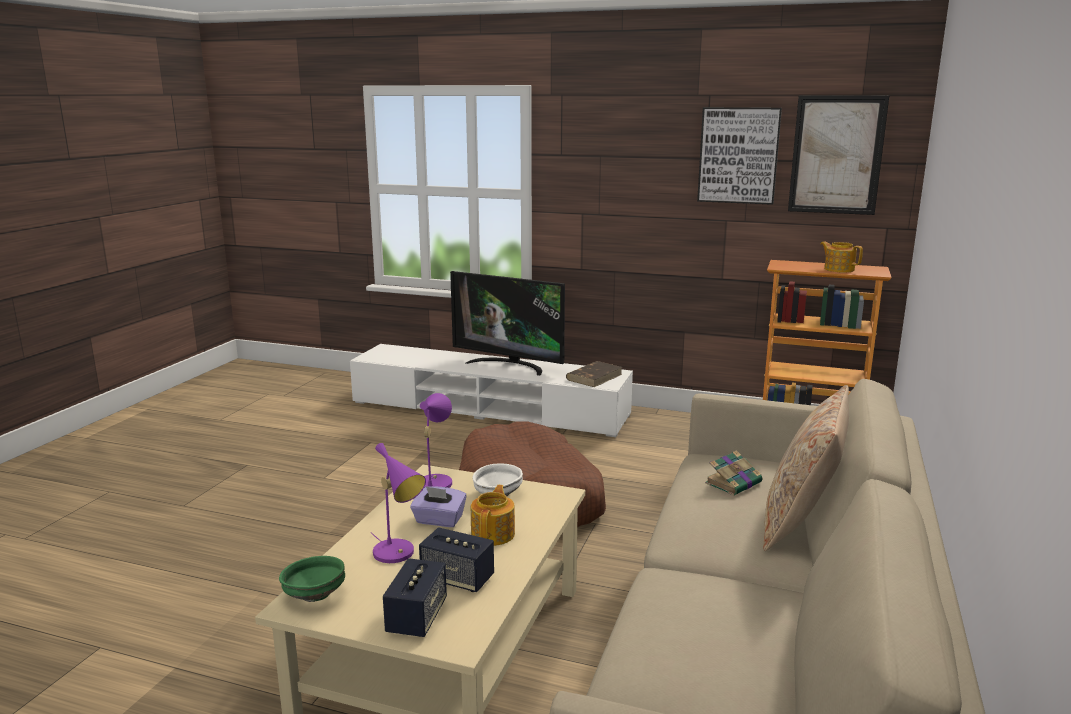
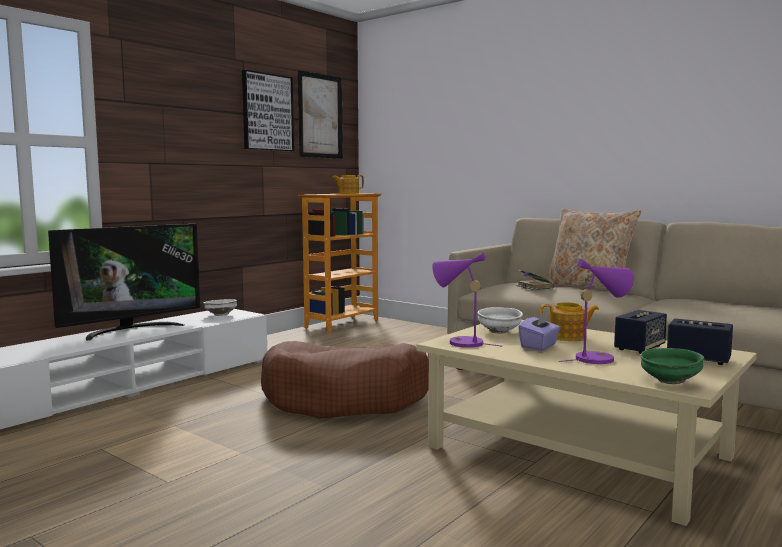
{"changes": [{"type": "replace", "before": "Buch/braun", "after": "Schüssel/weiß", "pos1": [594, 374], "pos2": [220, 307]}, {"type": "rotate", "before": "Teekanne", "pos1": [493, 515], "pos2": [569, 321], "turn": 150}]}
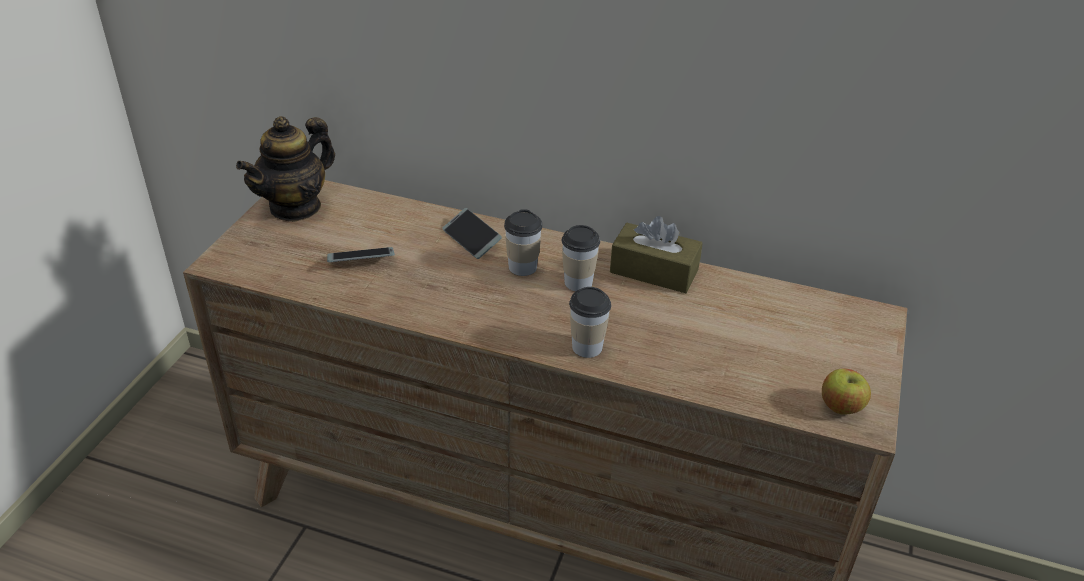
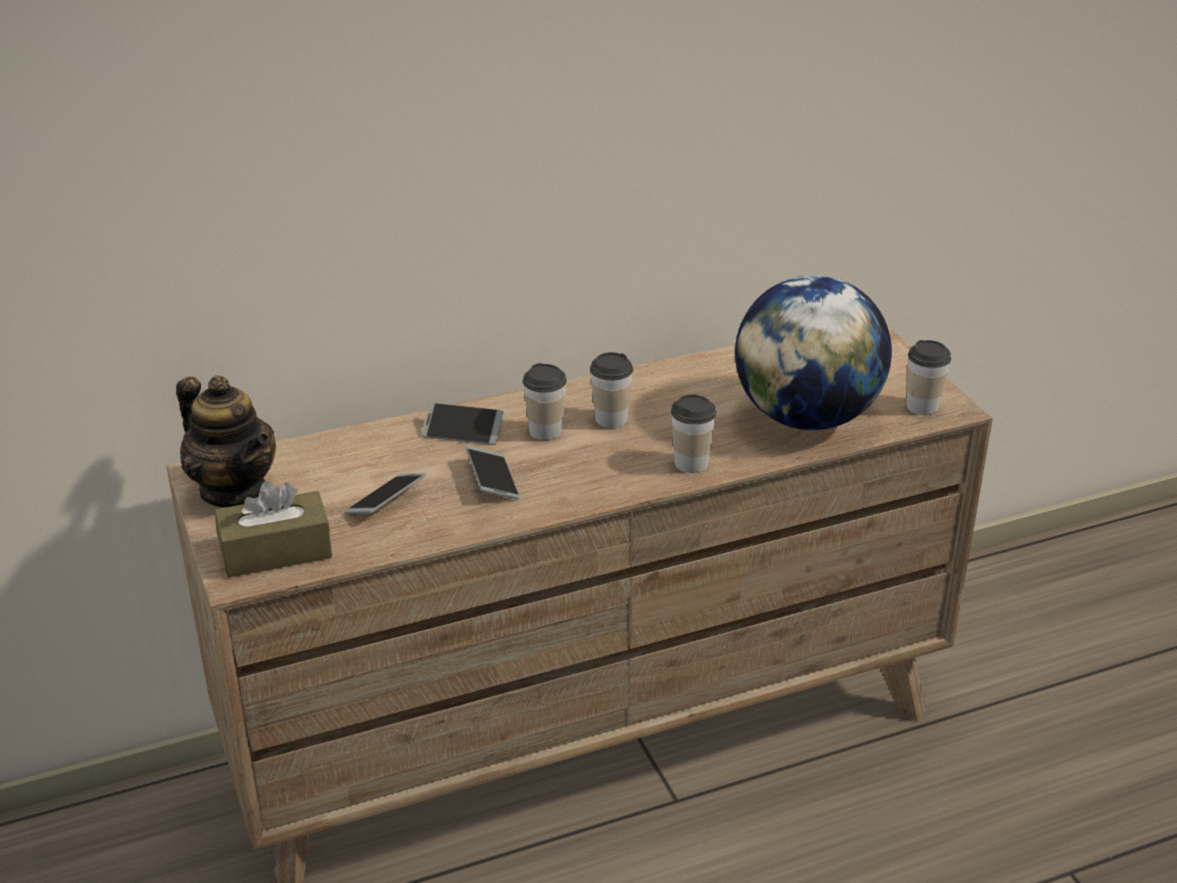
{"changes": [{"type": "insert", "after": "Handy", "pos2": [492, 472]}, {"type": "insert", "after": "Globus", "pos2": [813, 352]}, {"type": "move", "before": "Taschentuchbox/braun", "pos1": [656, 254], "pos2": [273, 529]}, {"type": "replace", "before": "Apfel", "after": "Tasse", "pos1": [846, 392], "pos2": [929, 377]}, {"type": "rotate", "before": "Teekanne", "pos1": [285, 169], "pos2": [226, 441], "turn": -45}]}
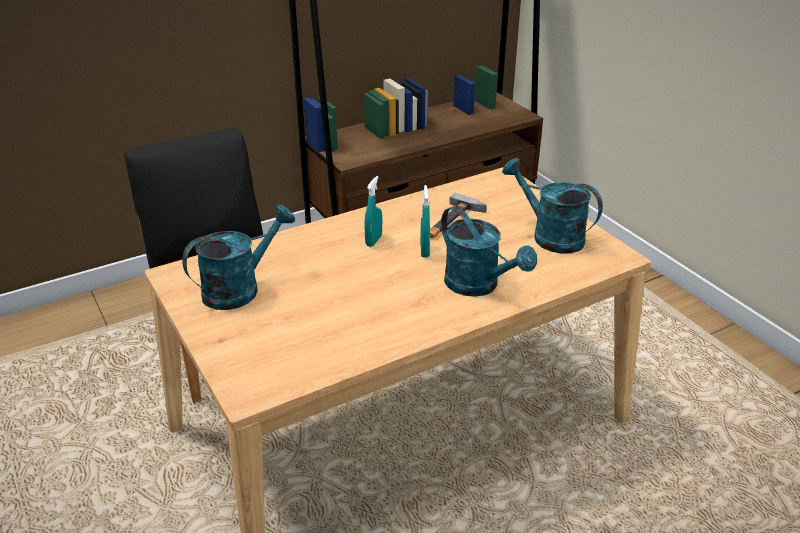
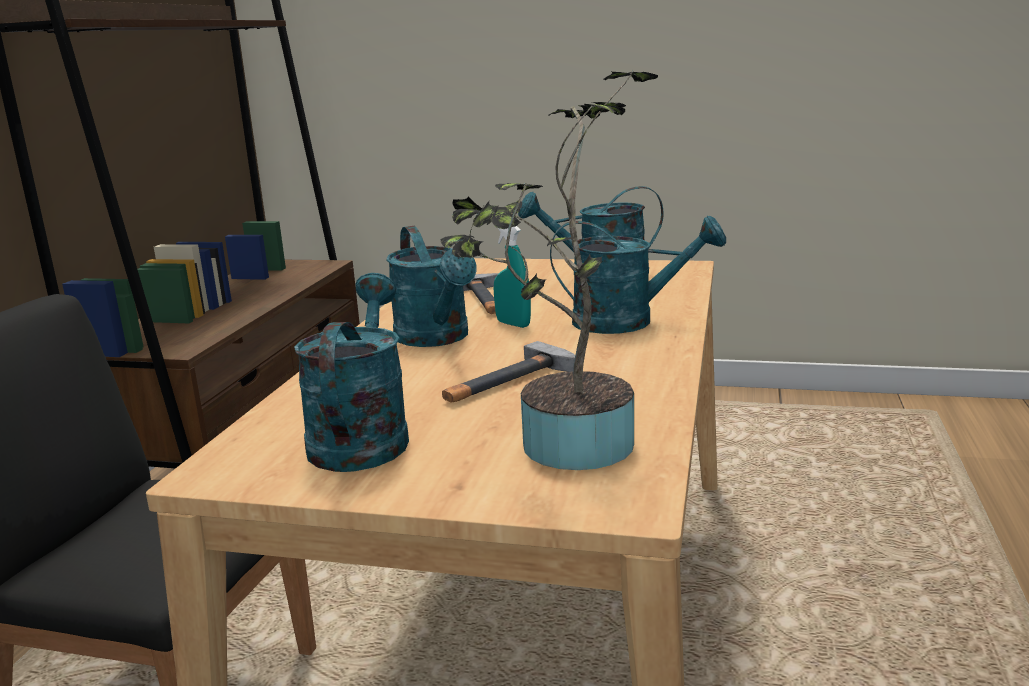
{"changes": [{"type": "insert", "after": "Topfpflanze", "pos2": [549, 269]}, {"type": "insert", "after": "Hammer", "pos2": [508, 372]}, {"type": "replace", "before": "Sprühflasche/türkis", "after": "Gießkanne/türkis", "pos1": [373, 211], "pos2": [431, 286]}]}
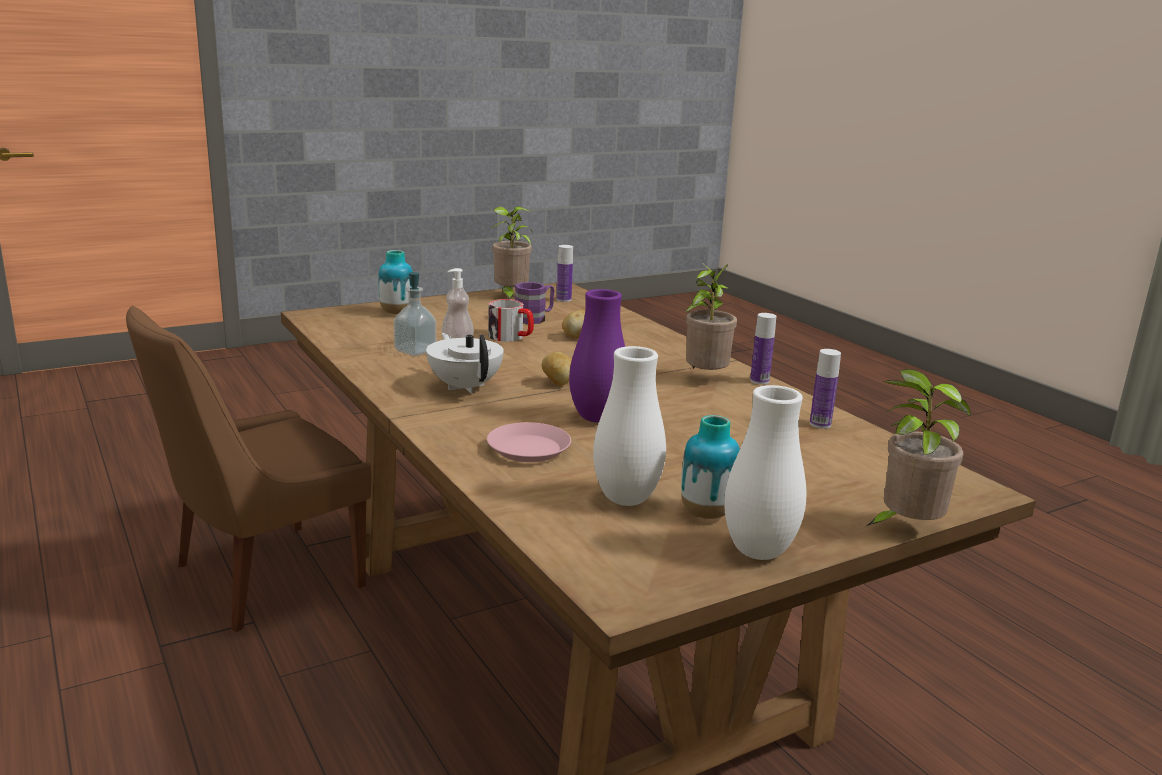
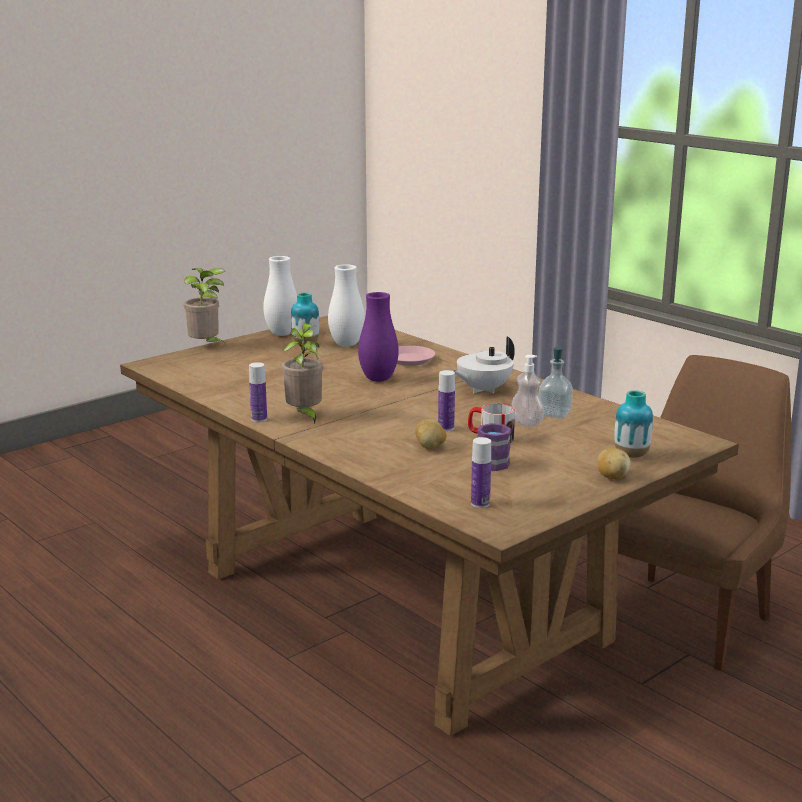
{"changes": [{"type": "delete", "before": "Topfpflanze", "pos1": [512, 252]}, {"type": "move", "before": "Kartoffel", "pos1": [557, 369], "pos2": [614, 463]}, {"type": "move", "before": "Flasche", "pos1": [825, 389], "pos2": [446, 400]}, {"type": "rotate", "before": "Teekanne/weiß", "pos1": [465, 363], "pos2": [483, 365], "turn": 90}]}
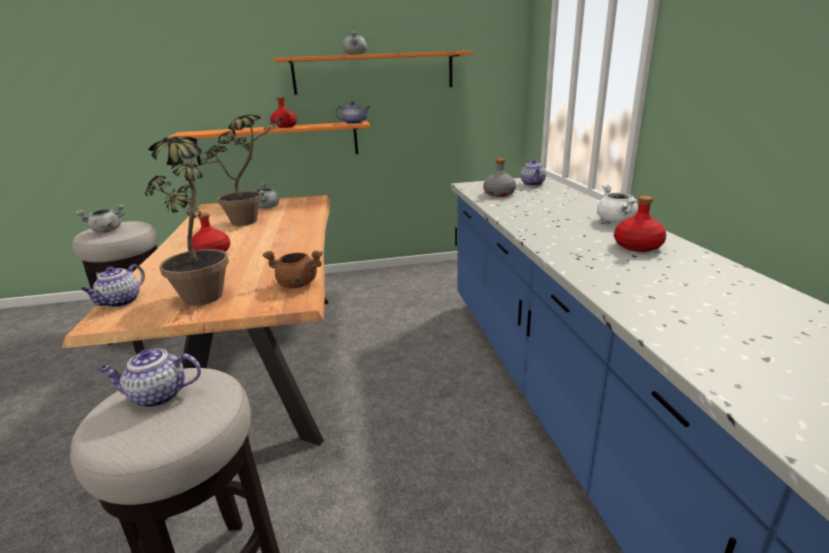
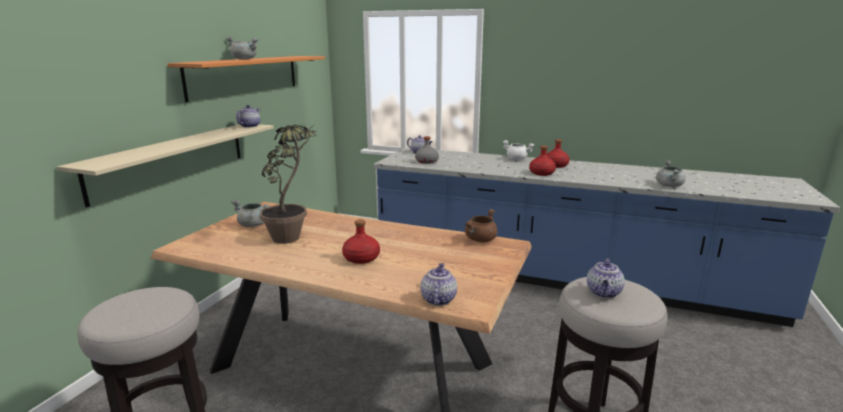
{"changes": [{"type": "delete", "before": "Topfpflanze", "pos1": [187, 221]}, {"type": "move", "before": "Kochtopf/grau", "pos1": [100, 218], "pos2": [670, 174]}, {"type": "move", "before": "Flasche/rot", "pos1": [283, 112], "pos2": [542, 161]}, {"type": "recolor", "before": "Wandregal/orange", "after": "Wandregal/beige", "pos1": [269, 143], "pos2": [165, 166]}, {"type": "rotate", "before": "Teekanne", "pos1": [113, 285], "pos2": [438, 284], "turn": -135}]}
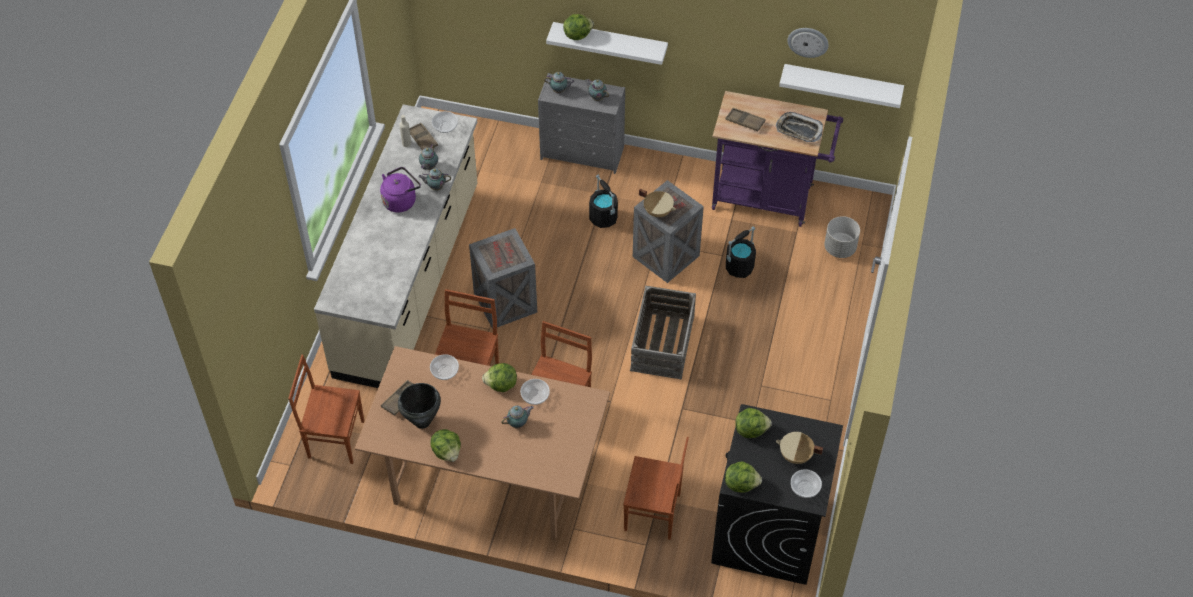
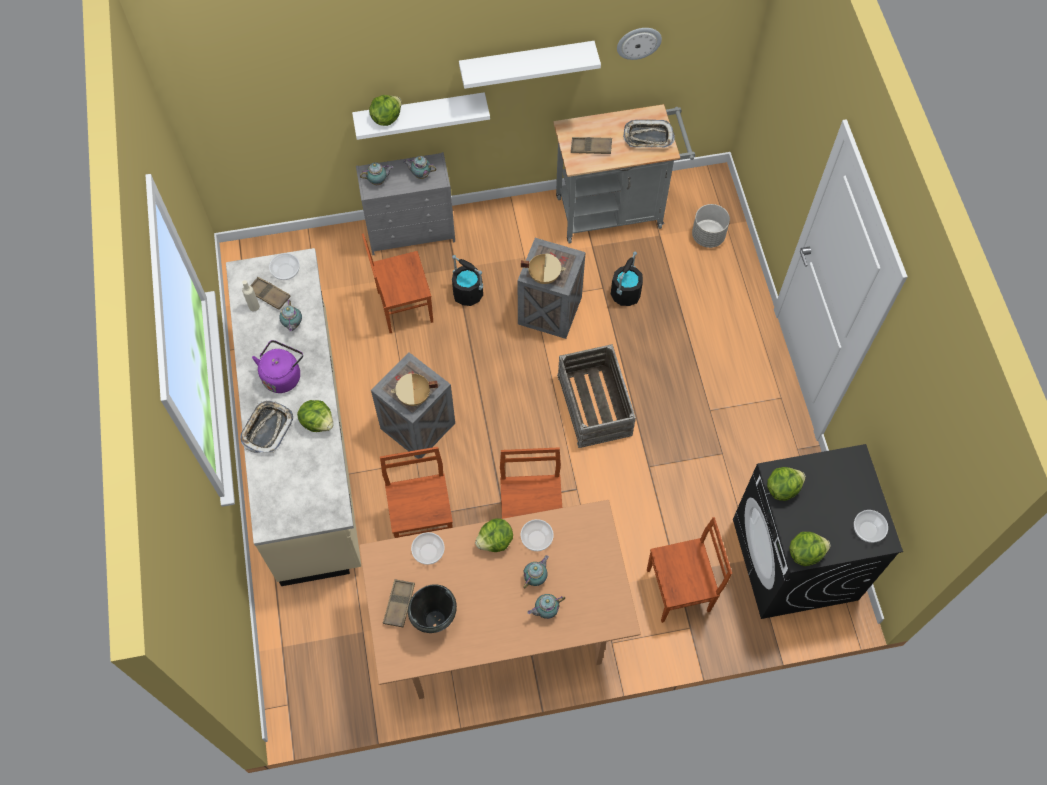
{"changes": [{"type": "insert", "after": "Tablett", "pos2": [266, 427]}, {"type": "move", "before": "Stuhl/braun", "pos1": [326, 409], "pos2": [397, 283]}, {"type": "move", "before": "Teekanne", "pos1": [434, 179], "pos2": [546, 606]}, {"type": "move", "before": "Salatkopf", "pos1": [445, 445], "pos2": [315, 416]}, {"type": "move", "before": "Kochtopf/beige", "pos1": [799, 448], "pos2": [414, 389]}, {"type": "move", "before": "Wandregal/weiß", "pos1": [841, 86], "pos2": [530, 65]}, {"type": "recolor", "before": "Rollwagen/lila", "after": "Rollwagen/grau", "pos1": [777, 159], "pos2": [624, 173]}]}
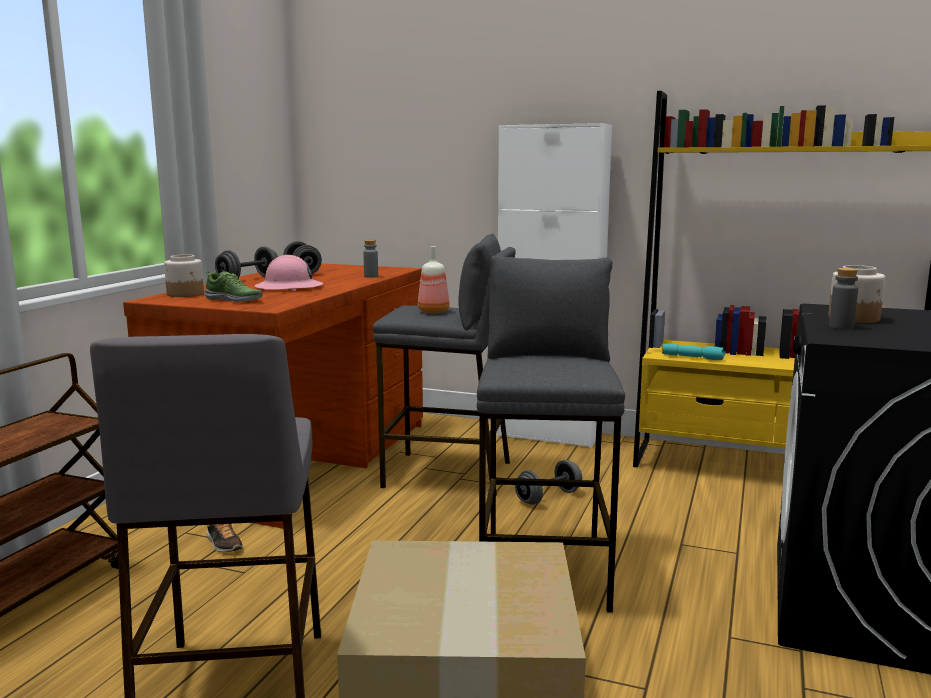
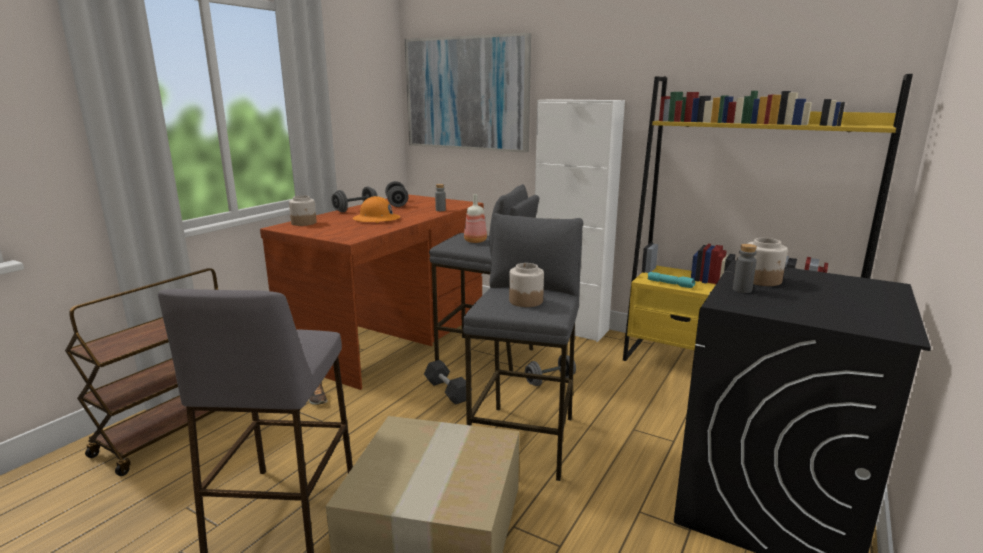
{"changes": [{"type": "delete", "before": "Schuh", "pos1": [233, 286]}, {"type": "insert", "after": "Bild", "pos2": [468, 93]}, {"type": "insert", "after": "Hantel/schwarz", "pos2": [448, 382]}, {"type": "insert", "after": "Vorratsglas", "pos2": [526, 285]}, {"type": "recolor", "before": "Schutzhelm/rosa", "after": "Schutzhelm/orange", "pos1": [289, 273], "pos2": [376, 209]}]}
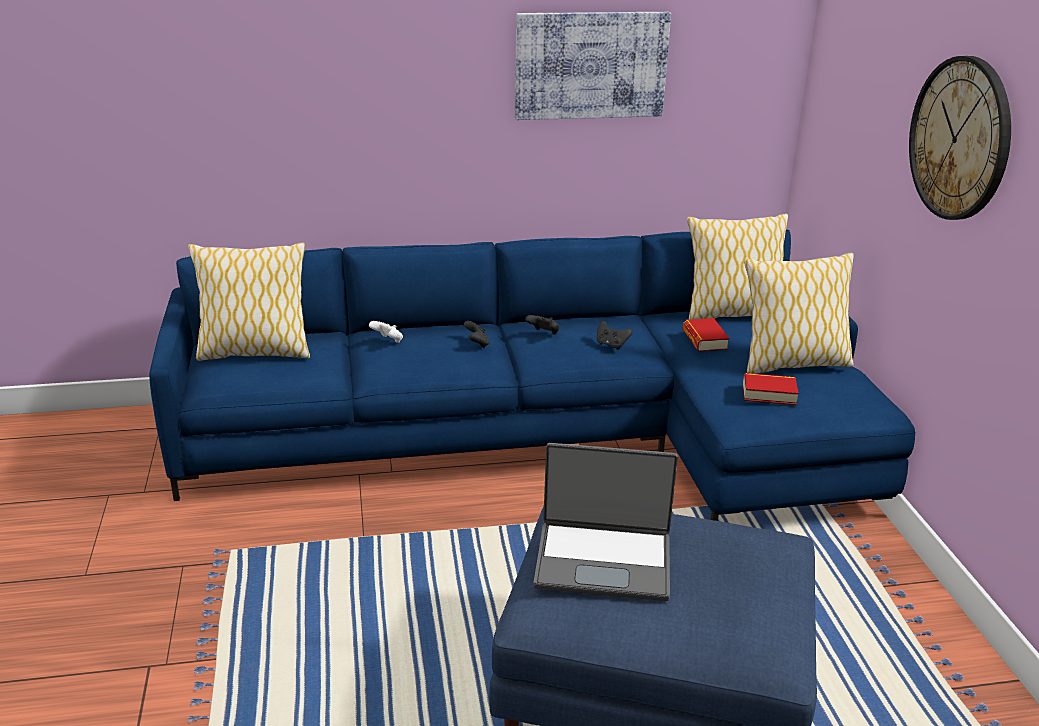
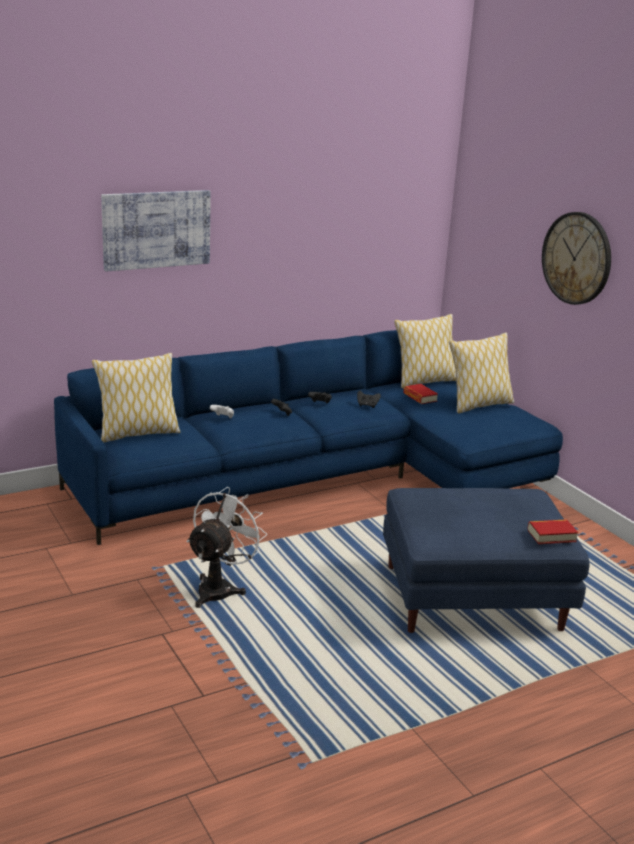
{"changes": [{"type": "delete", "before": "Laptop", "pos1": [605, 522]}, {"type": "insert", "after": "Ventilator/weiß", "pos2": [227, 547]}, {"type": "move", "before": "Bild", "pos1": [593, 66], "pos2": [156, 231]}, {"type": "move", "before": "Buch", "pos1": [771, 389], "pos2": [553, 531]}]}
